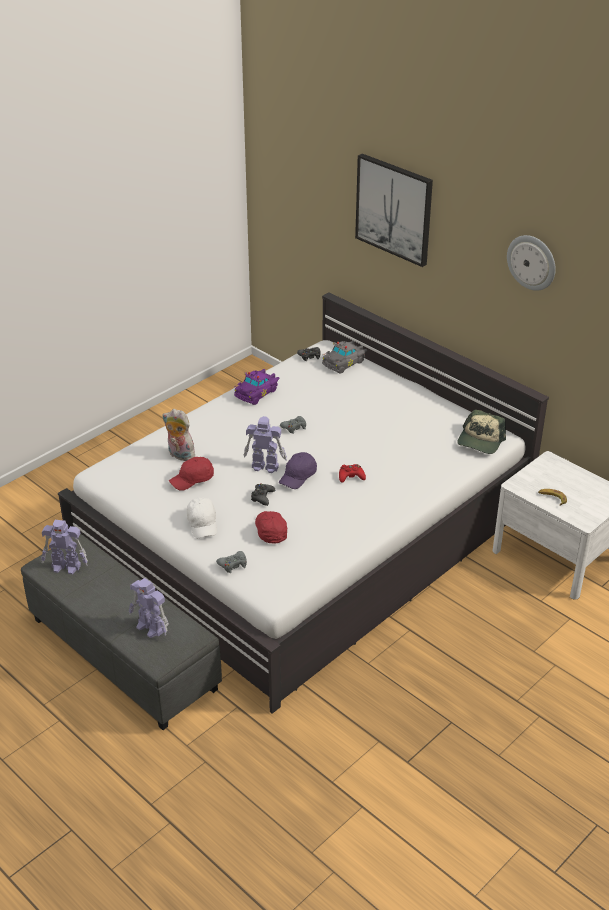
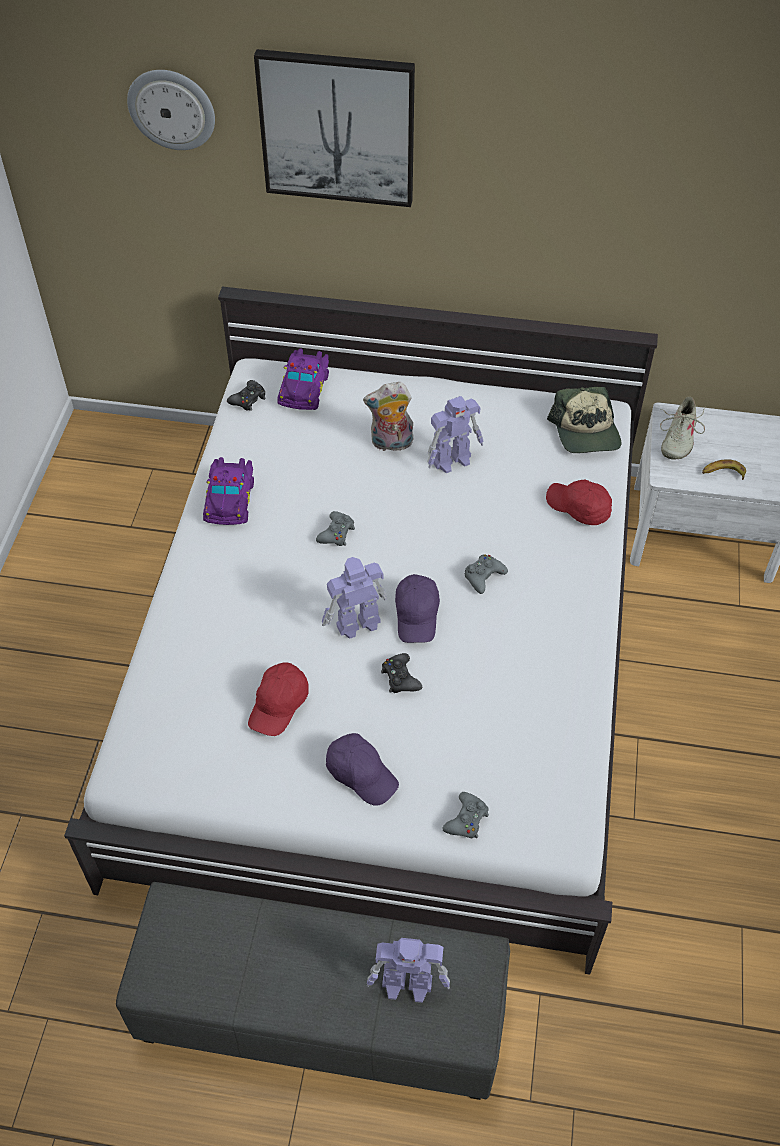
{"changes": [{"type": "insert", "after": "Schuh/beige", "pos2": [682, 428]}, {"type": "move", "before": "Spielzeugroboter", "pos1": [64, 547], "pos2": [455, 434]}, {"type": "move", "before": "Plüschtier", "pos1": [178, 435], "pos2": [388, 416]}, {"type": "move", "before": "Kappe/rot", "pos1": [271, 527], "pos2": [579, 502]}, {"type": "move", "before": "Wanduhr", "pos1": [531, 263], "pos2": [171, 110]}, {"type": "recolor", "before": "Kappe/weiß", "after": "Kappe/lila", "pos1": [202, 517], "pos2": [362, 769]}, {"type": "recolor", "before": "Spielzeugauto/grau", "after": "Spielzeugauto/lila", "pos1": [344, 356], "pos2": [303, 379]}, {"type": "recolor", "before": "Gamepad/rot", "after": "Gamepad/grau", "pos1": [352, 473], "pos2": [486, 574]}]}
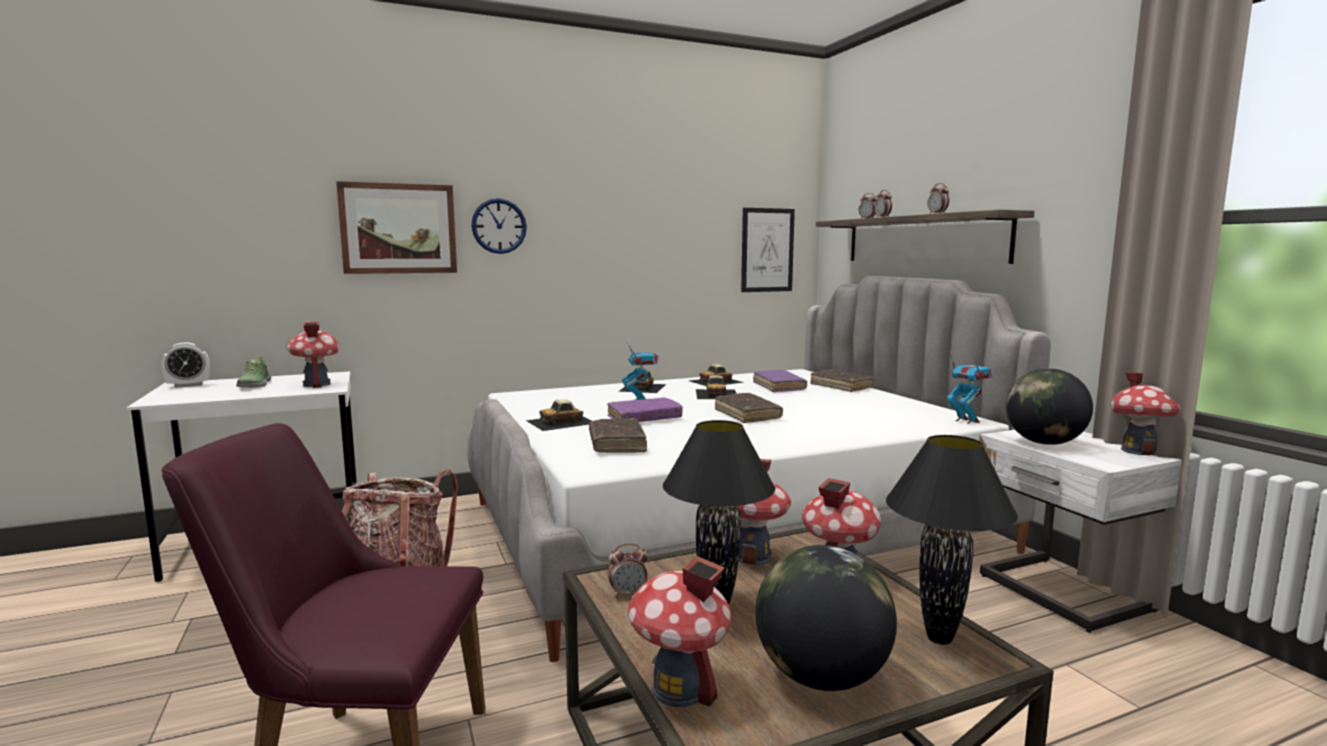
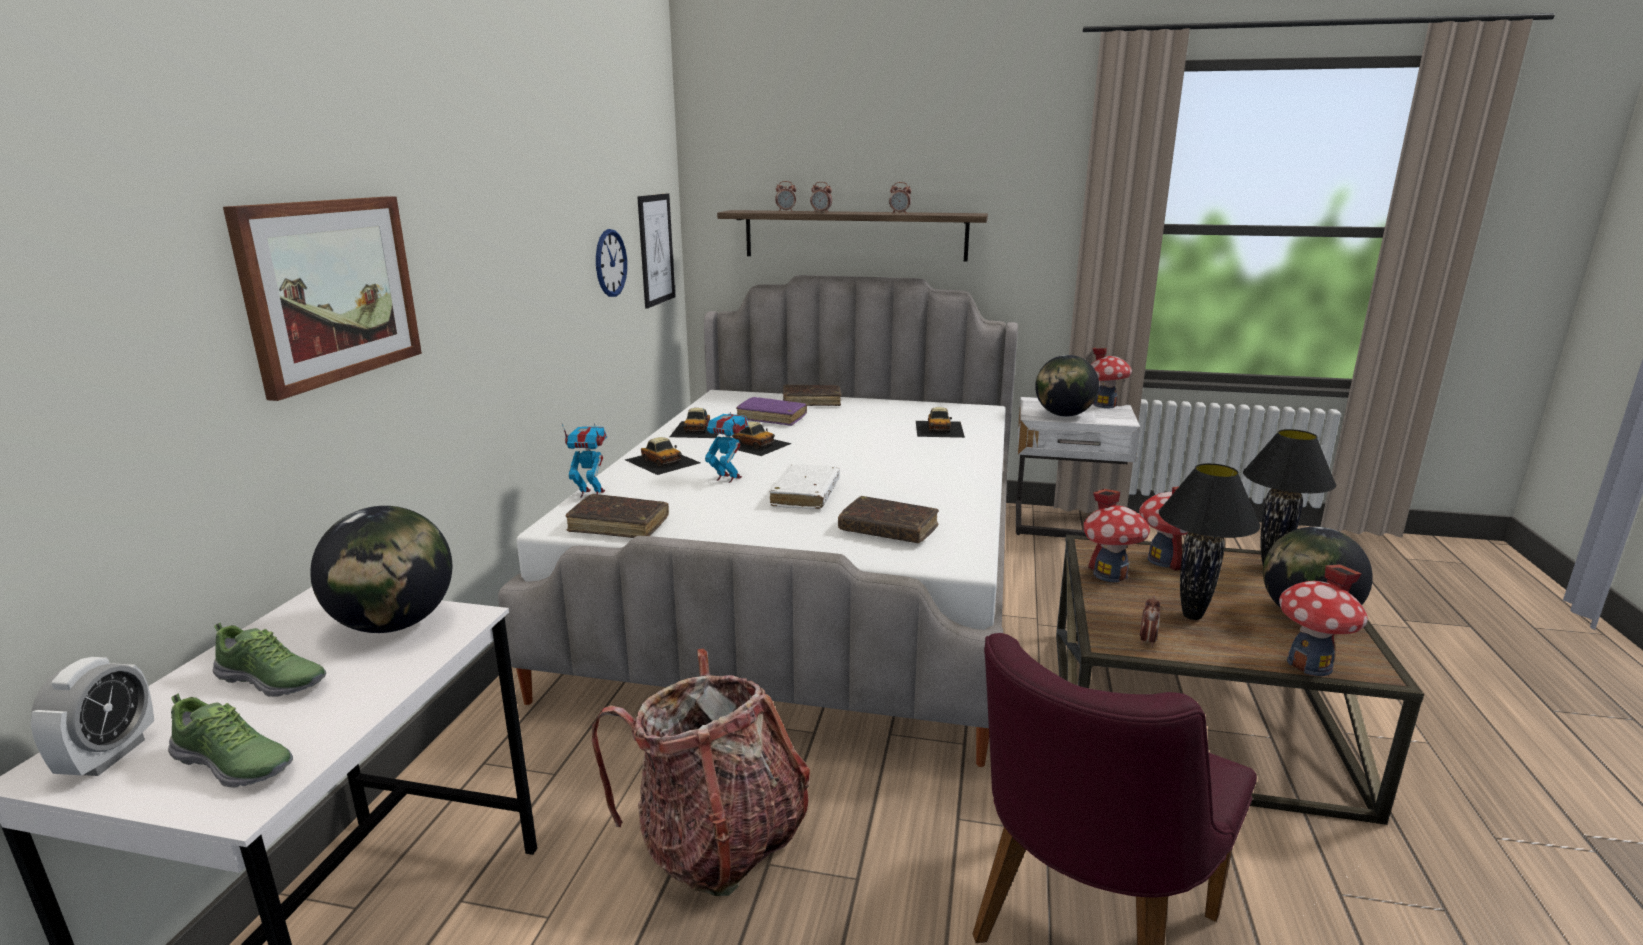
{"changes": [{"type": "insert", "after": "Schuh", "pos2": [230, 740]}, {"type": "move", "before": "Wanduhr", "pos1": [499, 226], "pos2": [611, 263]}, {"type": "move", "before": "Spielzeugauto", "pos1": [558, 415], "pos2": [940, 422]}, {"type": "move", "before": "Buch/braun", "pos1": [749, 408], "pos2": [617, 516]}, {"type": "move", "before": "Spielzeugroboter", "pos1": [969, 390], "pos2": [584, 461]}, {"type": "replace", "before": "Spielzeughaus", "after": "Globus", "pos1": [312, 354], "pos2": [381, 569]}, {"type": "recolor", "before": "Buch/lila", "after": "Buch/weiß", "pos1": [645, 409], "pos2": [804, 486]}]}
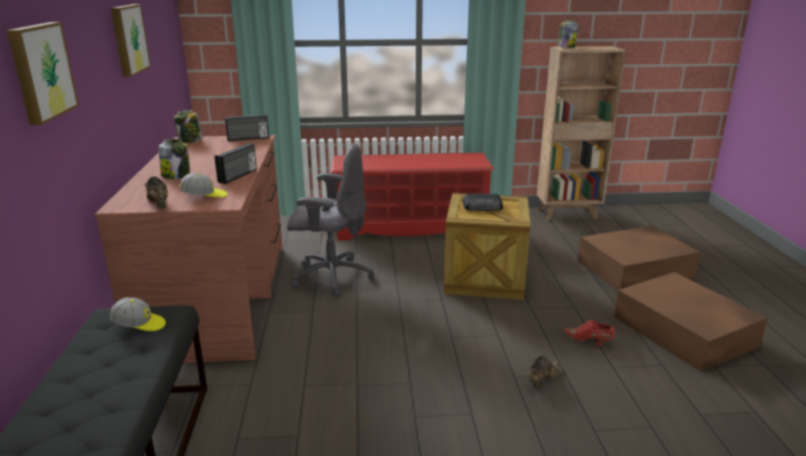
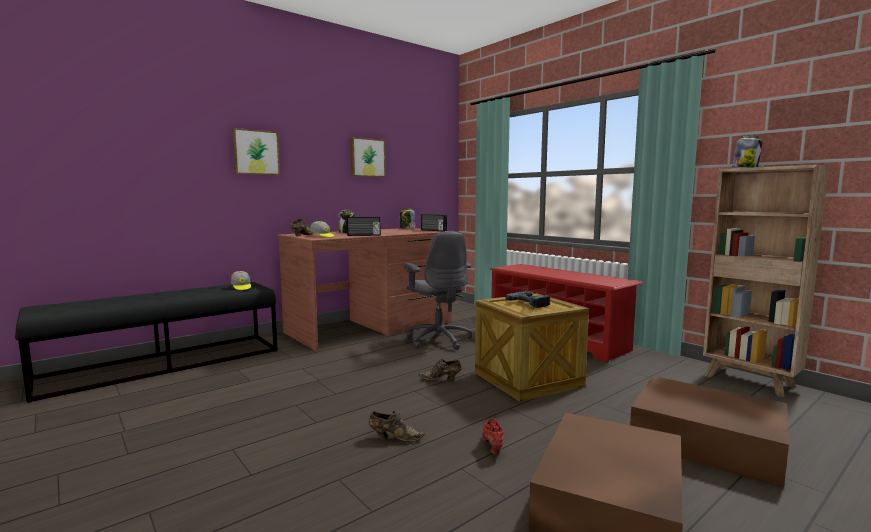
{"changes": [{"type": "insert", "after": "Schuh/braun", "pos2": [440, 370]}, {"type": "replace", "before": "Radio", "after": "Bohrmaschine", "pos1": [483, 202], "pos2": [527, 299]}]}
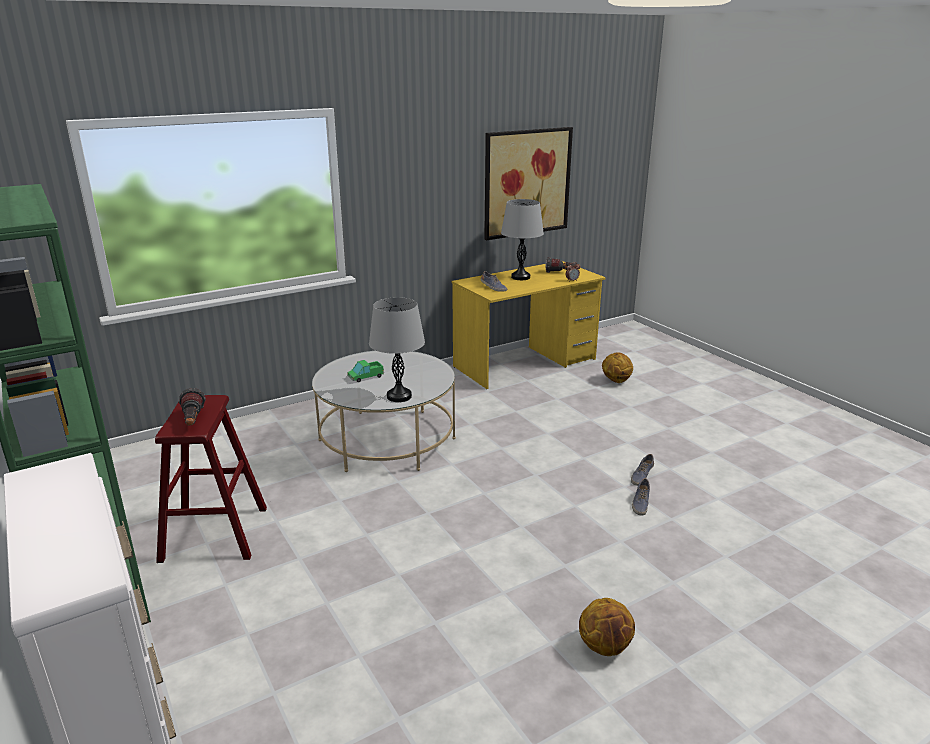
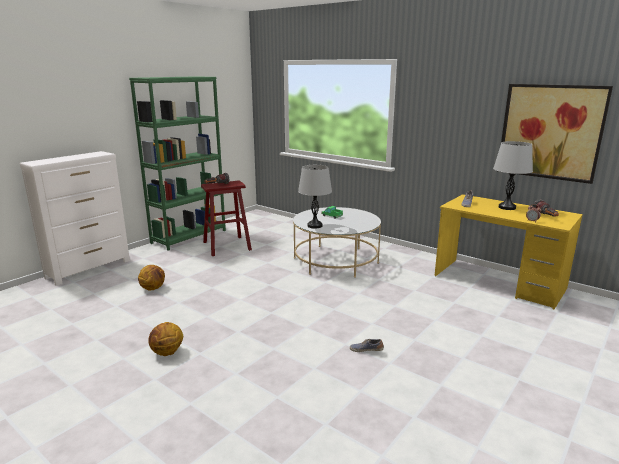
{"changes": [{"type": "delete", "before": "Schuh", "pos1": [641, 496]}, {"type": "move", "before": "Basketball", "pos1": [617, 367], "pos2": [151, 278]}]}
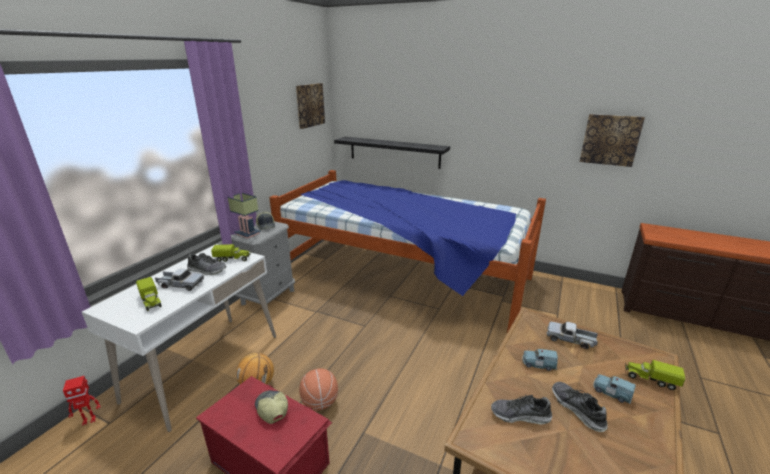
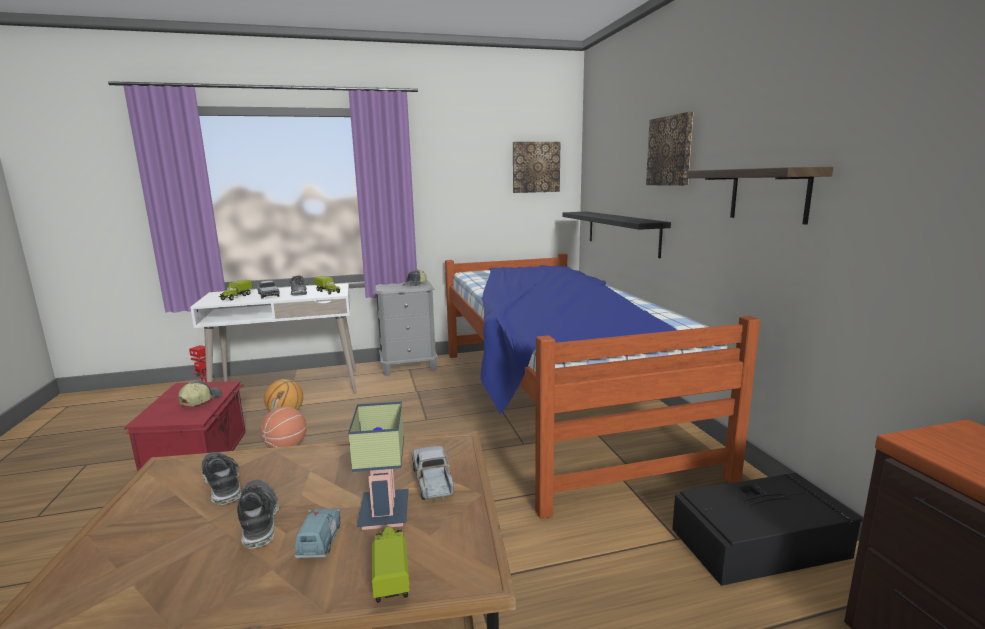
{"changes": [{"type": "delete", "before": "Spielzeugauto/blau", "pos1": [540, 360]}, {"type": "insert", "after": "Aufbewahrungsbox/schwarz", "pos2": [767, 529]}, {"type": "insert", "after": "Wandregal", "pos2": [760, 195]}, {"type": "move", "before": "Tischlampe", "pos1": [244, 216], "pos2": [378, 465]}, {"type": "move", "before": "Bild", "pos1": [612, 140], "pos2": [670, 149]}, {"type": "rotate", "before": "Schuh", "pos1": [580, 407], "pos2": [258, 514], "turn": -45}]}
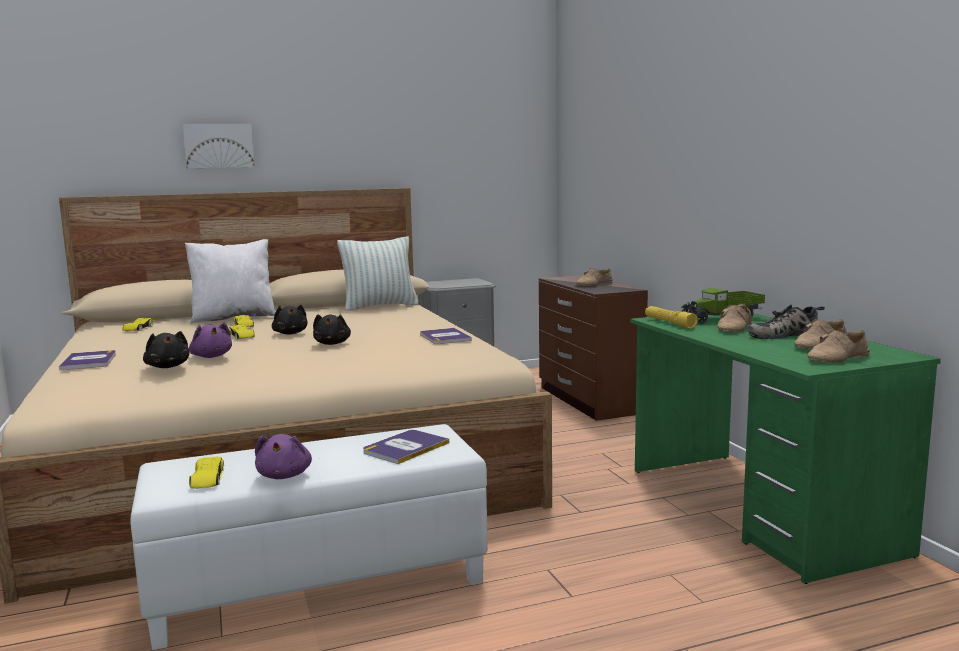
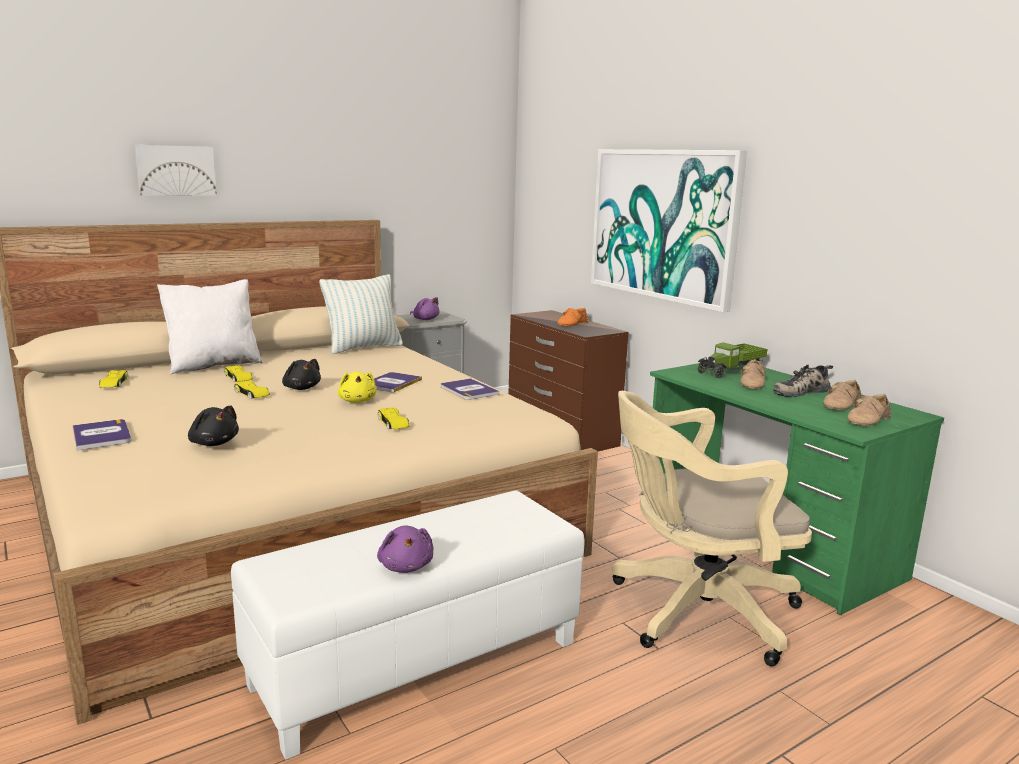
{"changes": [{"type": "delete", "before": "Taschenlampe/gelb", "pos1": [671, 317]}, {"type": "insert", "after": "Bild", "pos2": [669, 230]}, {"type": "insert", "after": "Bürostuhl/beige", "pos2": [711, 529]}, {"type": "move", "before": "Plüschtier/lila", "pos1": [210, 340], "pos2": [425, 308]}, {"type": "move", "before": "Spielzeugauto/gelb", "pos1": [206, 473], "pos2": [393, 418]}, {"type": "move", "before": "Buch", "pos1": [406, 447], "pos2": [398, 382]}, {"type": "recolor", "before": "Plüschtier/schwarz", "after": "Plüschtier/gelb", "pos1": [332, 329], "pos2": [357, 387]}, {"type": "recolor", "before": "Schuh/beige", "after": "Schuh/orange", "pos1": [594, 277], "pos2": [573, 317]}]}
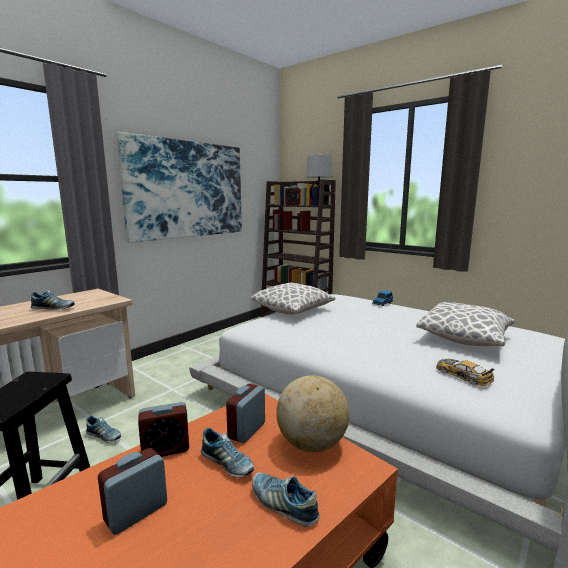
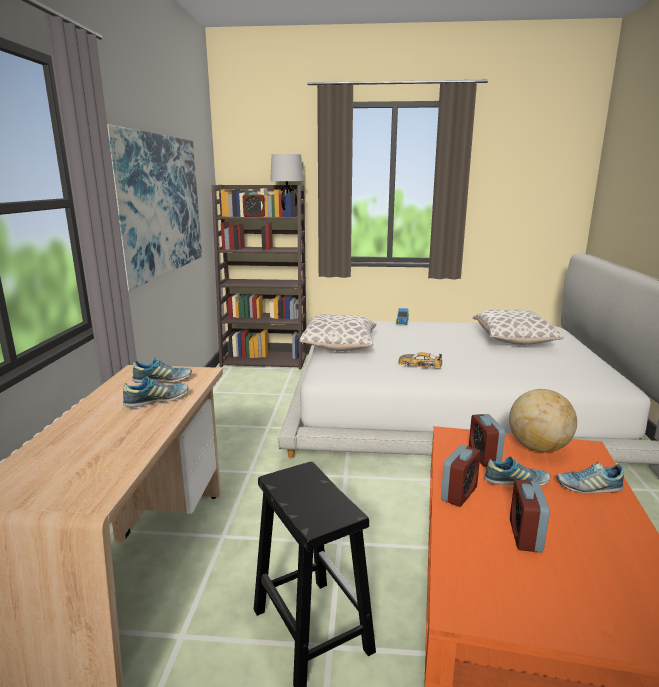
{"changes": [{"type": "move", "before": "Schuh", "pos1": [103, 429], "pos2": [162, 370]}, {"type": "move", "before": "Spielzeugauto", "pos1": [465, 372], "pos2": [420, 360]}]}
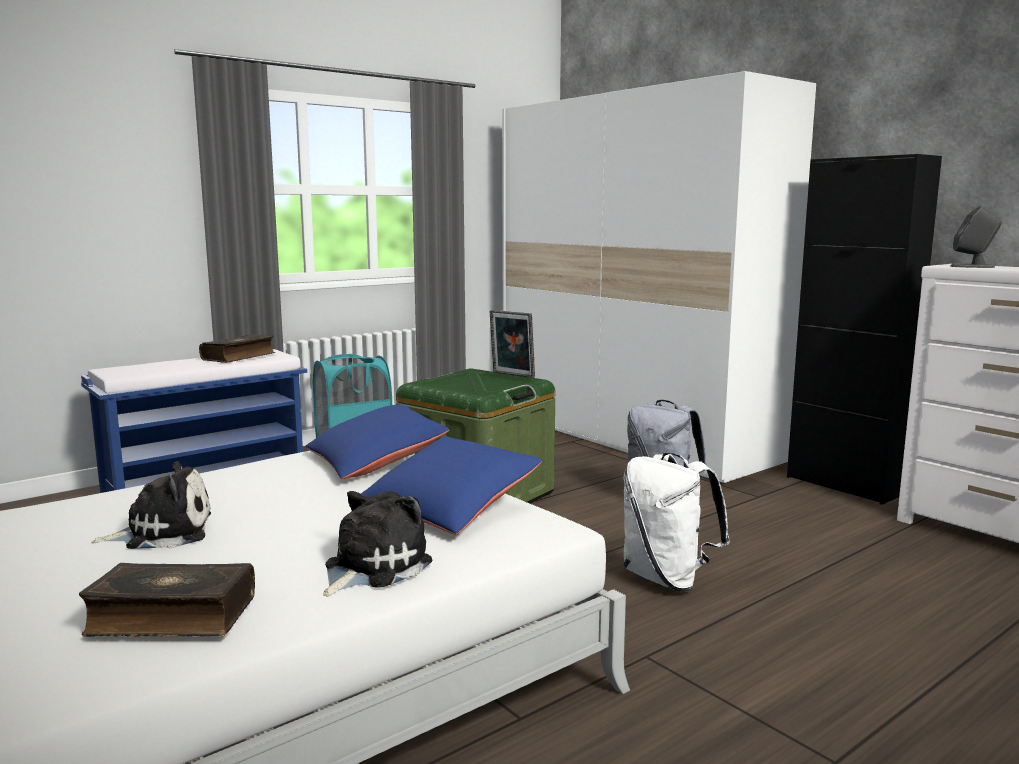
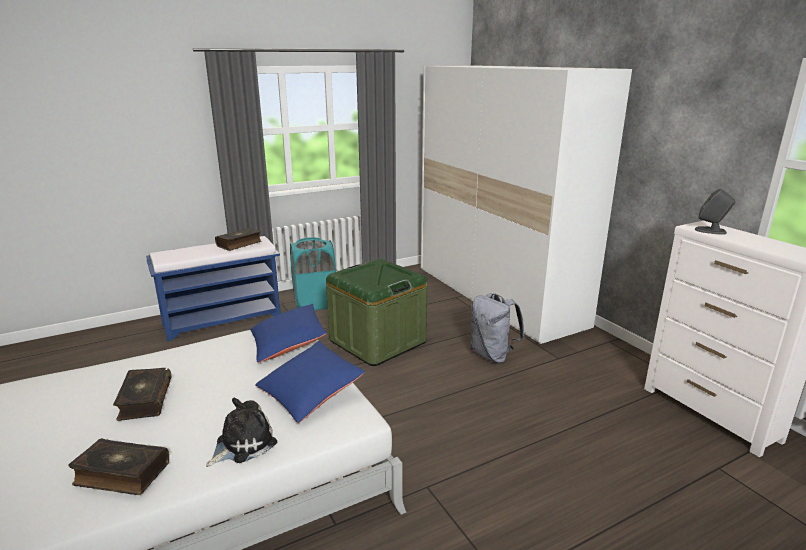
{"changes": [{"type": "delete", "before": "Bilderrahmen", "pos1": [512, 344]}, {"type": "delete", "before": "Rucksack/weiß", "pos1": [676, 521]}, {"type": "delete", "before": "Schrank/schwarz", "pos1": [864, 329]}, {"type": "replace", "before": "Plüschtier", "after": "Buch", "pos1": [151, 505], "pos2": [142, 394]}]}
